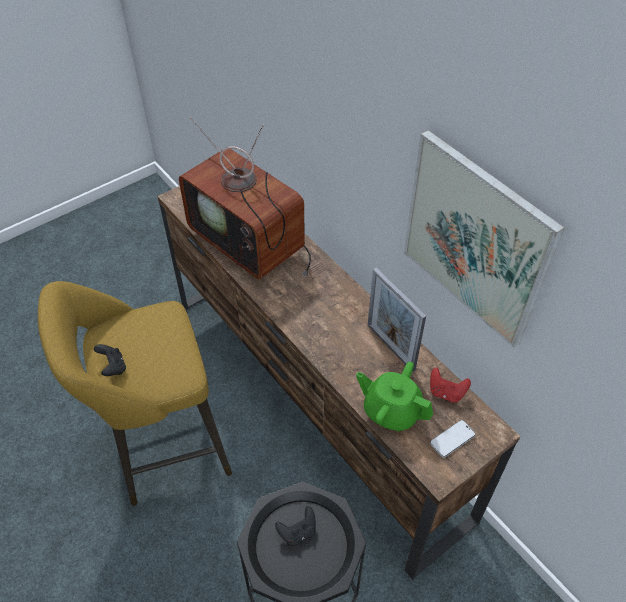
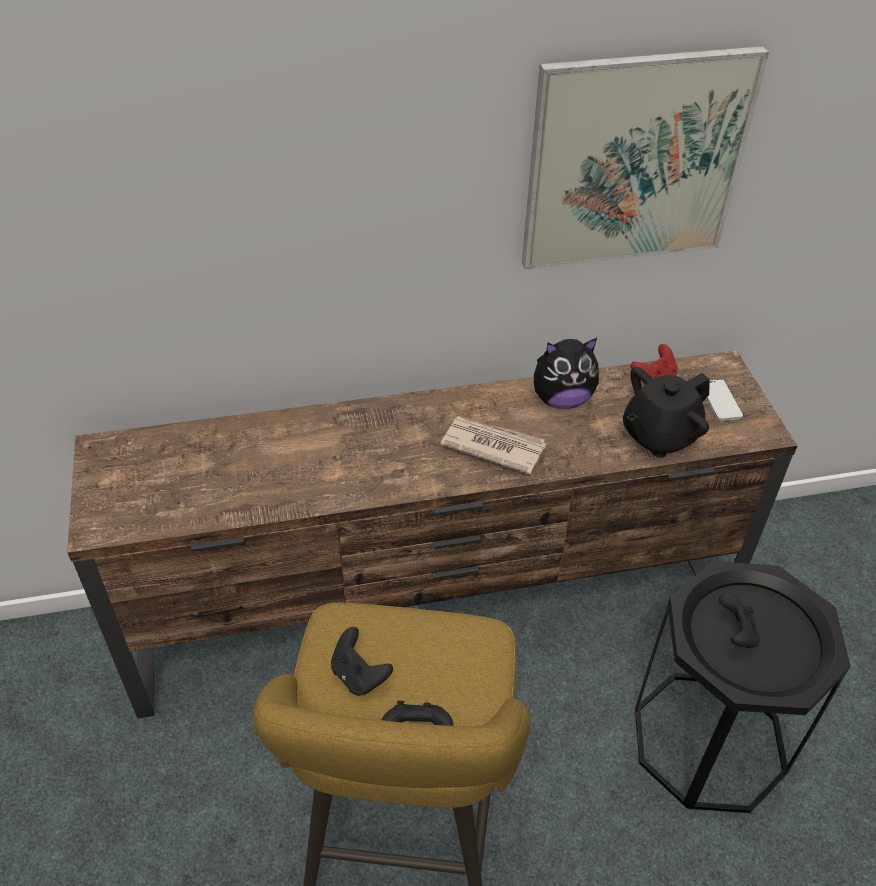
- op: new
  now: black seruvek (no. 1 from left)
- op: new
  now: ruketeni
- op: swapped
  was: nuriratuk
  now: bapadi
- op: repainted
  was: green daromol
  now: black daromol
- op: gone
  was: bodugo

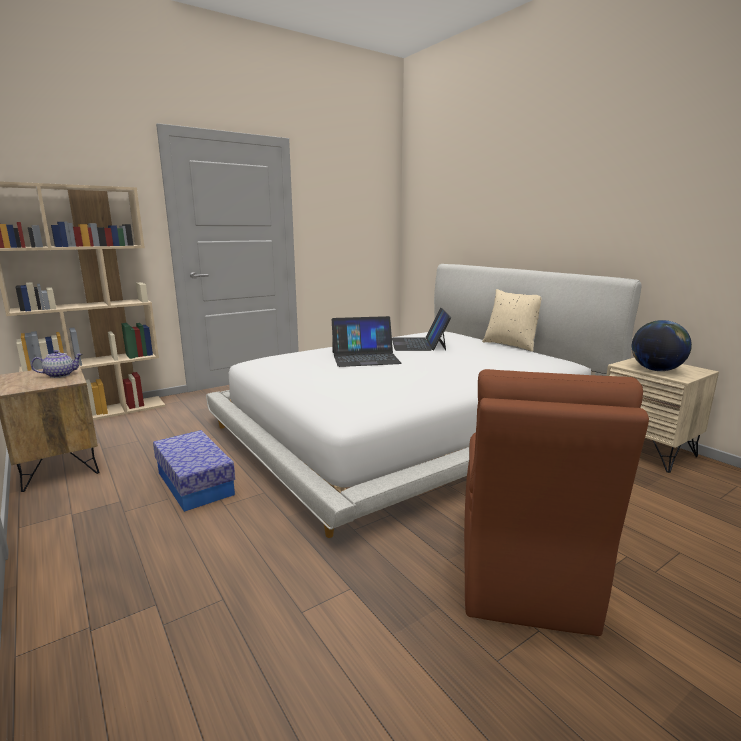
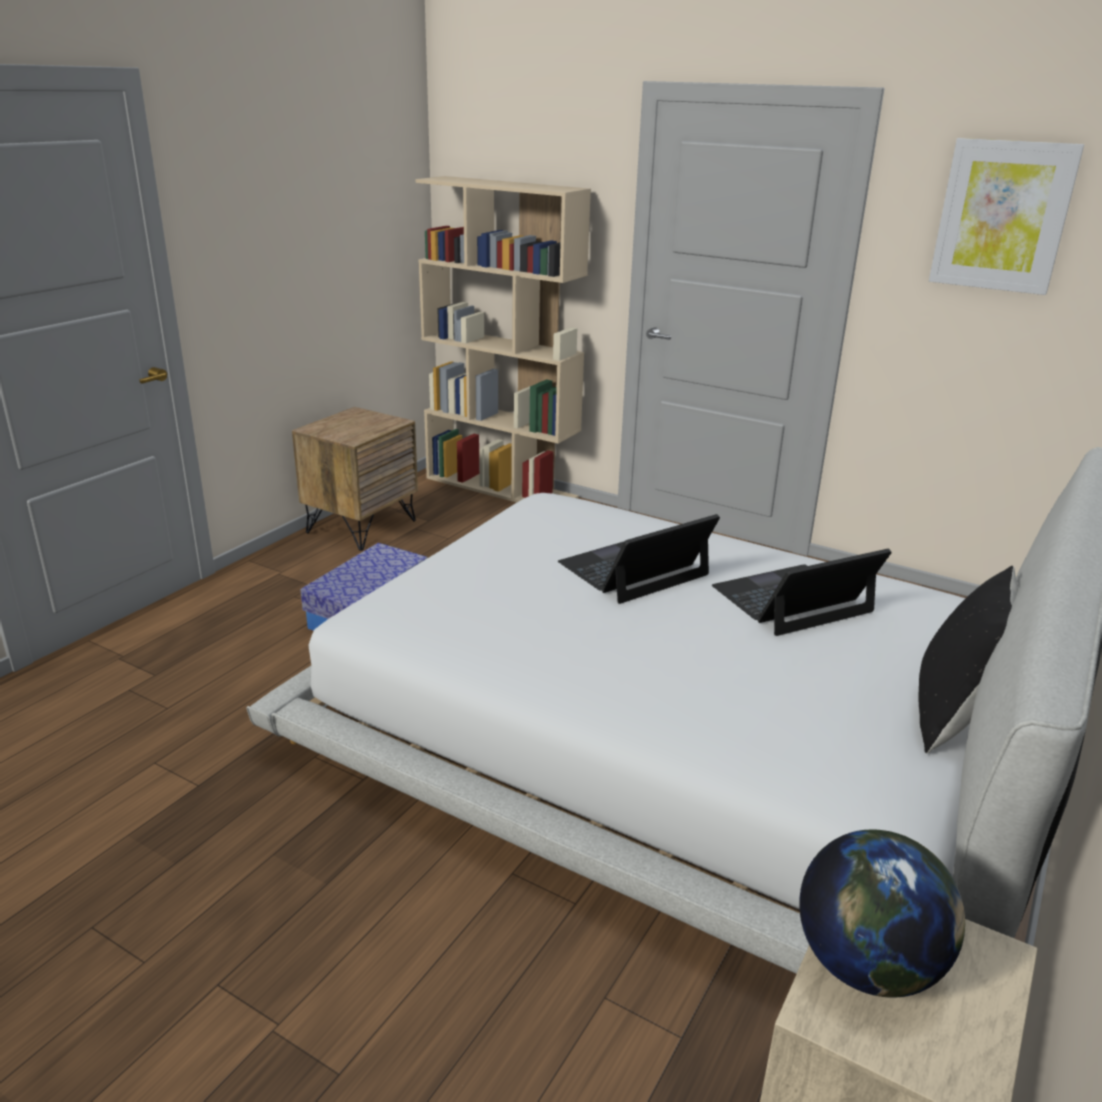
- op: rotated
  was: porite (no. 1 from left)
  clockwise: 90
- op: repainted
  was: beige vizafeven
  now: black vizafeven
- op: new
  now: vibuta
- op: gone
  was: daromol
- op: gone
  was: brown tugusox

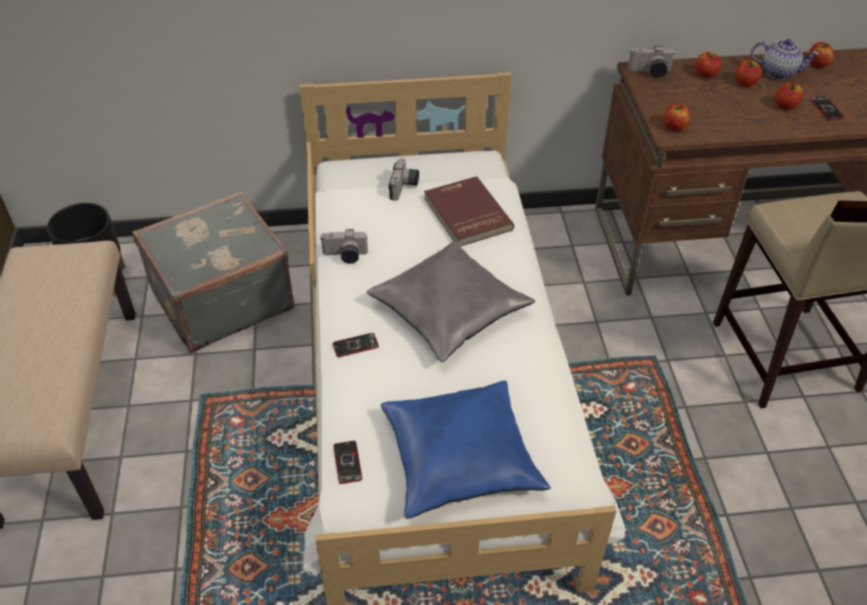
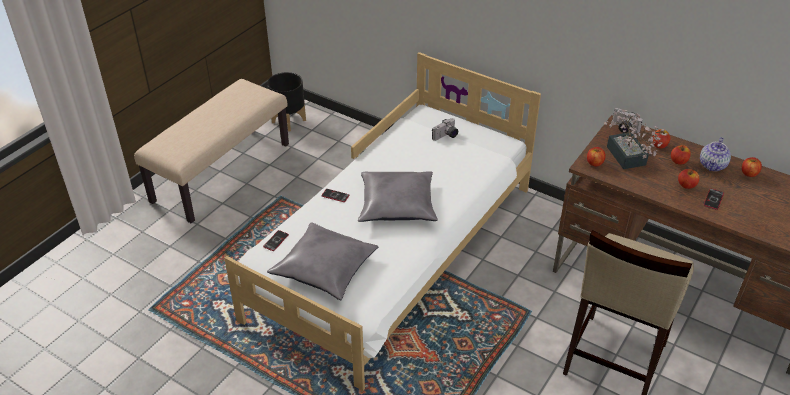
- op: repainted
  was: blue vizafeven
  now: grey vizafeven (no. 1 from left)
- op: new
  now: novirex
- op: rotated
  was: daromol
  clockwise: 60
- op: gone
  was: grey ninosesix
- op: gone
  was: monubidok (no. 1 from left)
- op: gone
  was: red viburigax

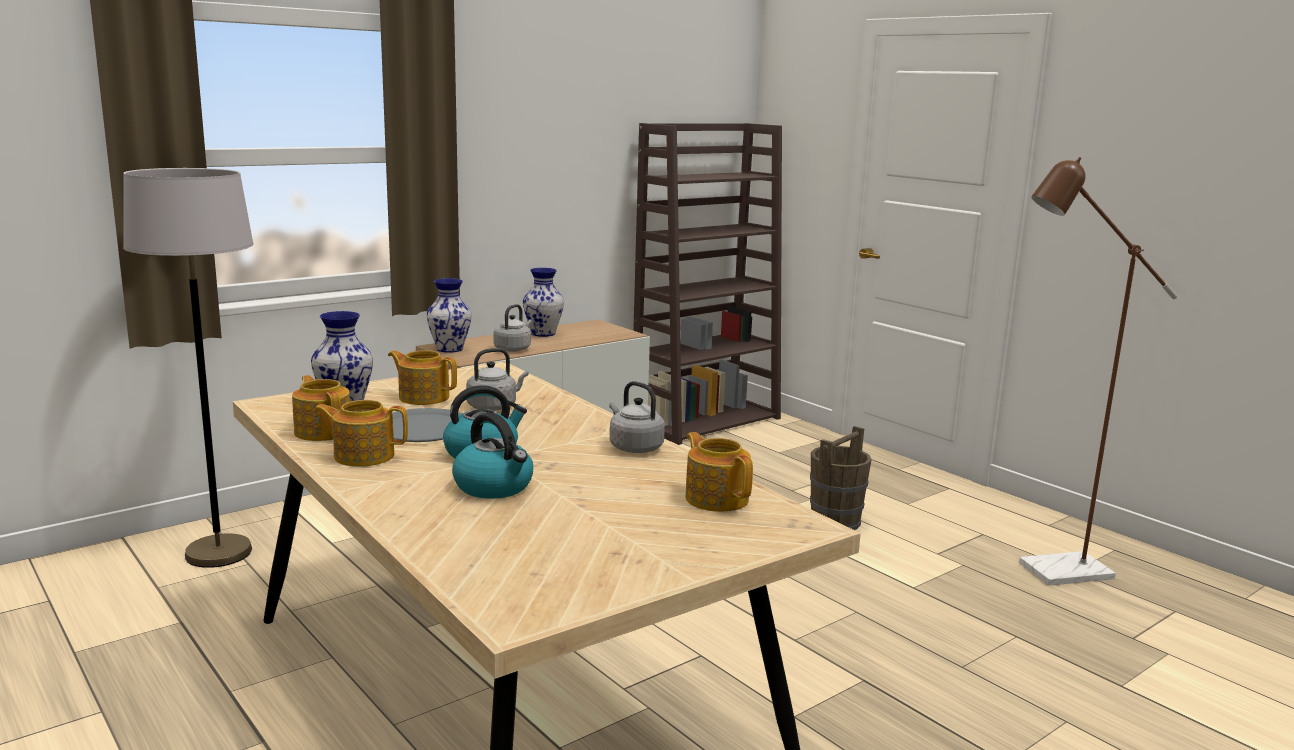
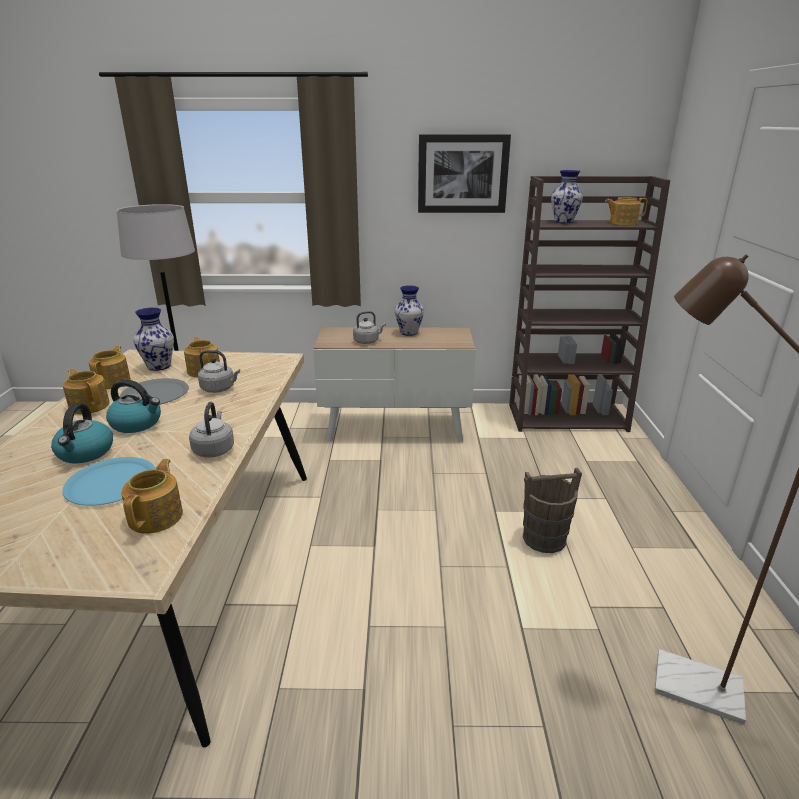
- op: new
  now: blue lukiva
- op: new
  now: vibuta
- op: shifted
  was: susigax (no. 2 from left in the first image)
  now: susigax (no. 3 from left)
- op: new
  now: daromol (no. 5 from left)

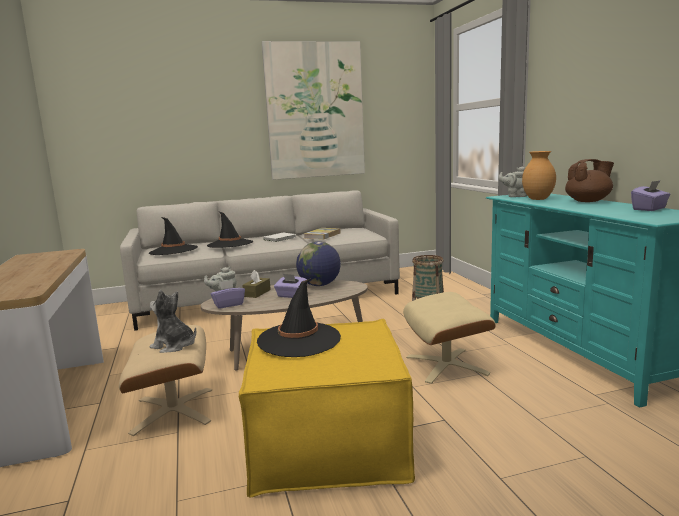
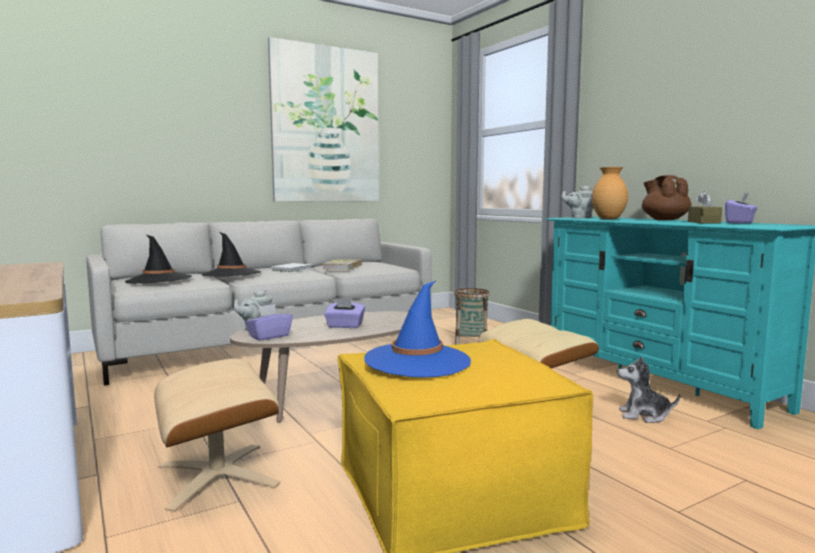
- op: repainted
  was: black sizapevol (no. 3 from left)
  now: blue sizapevol
- op: shifted
  was: bapadi
- op: rotated
  was: brown daromol
  clockwise: -75
- op: shifted
  was: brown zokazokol
- op: gone
  was: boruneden

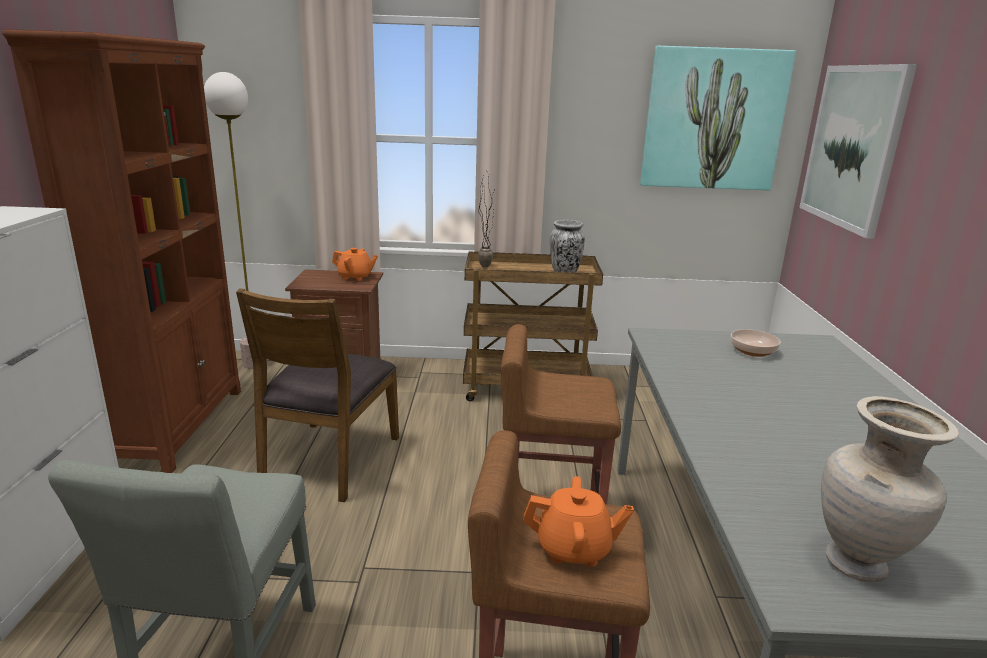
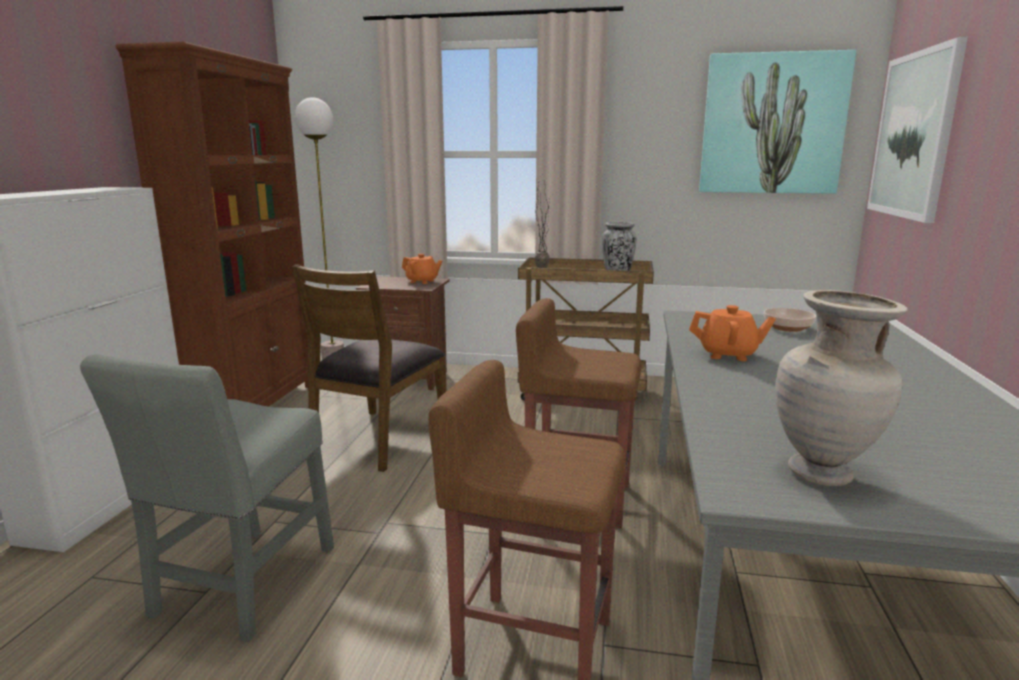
- op: shifted
  was: orange daromol (no. 2 from left)

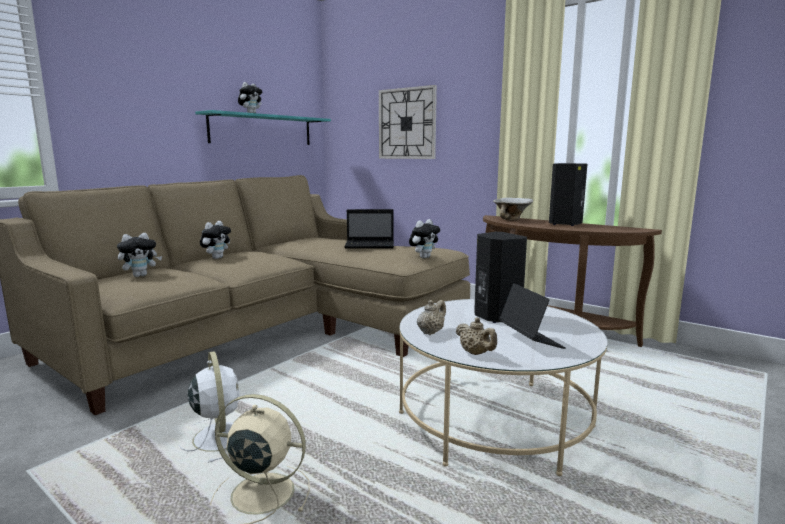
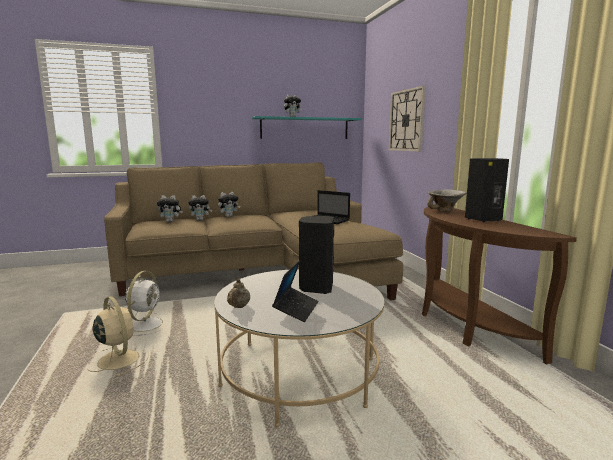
- op: shifted
  was: bapadi (no. 4 from left in the first image)
  now: bapadi (no. 2 from left)
- op: gone
  was: beige daromol (no. 1 from left)

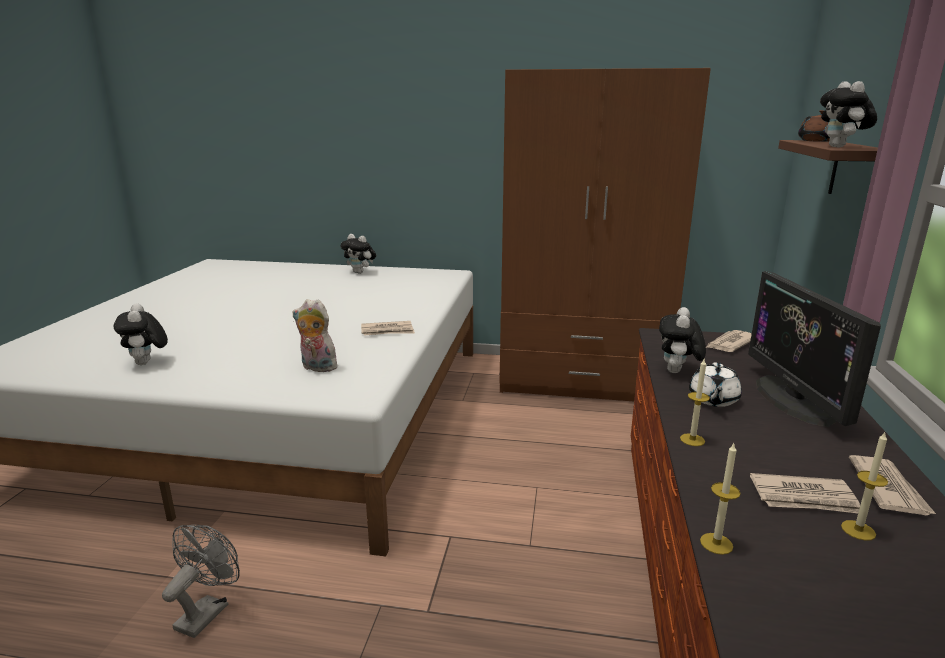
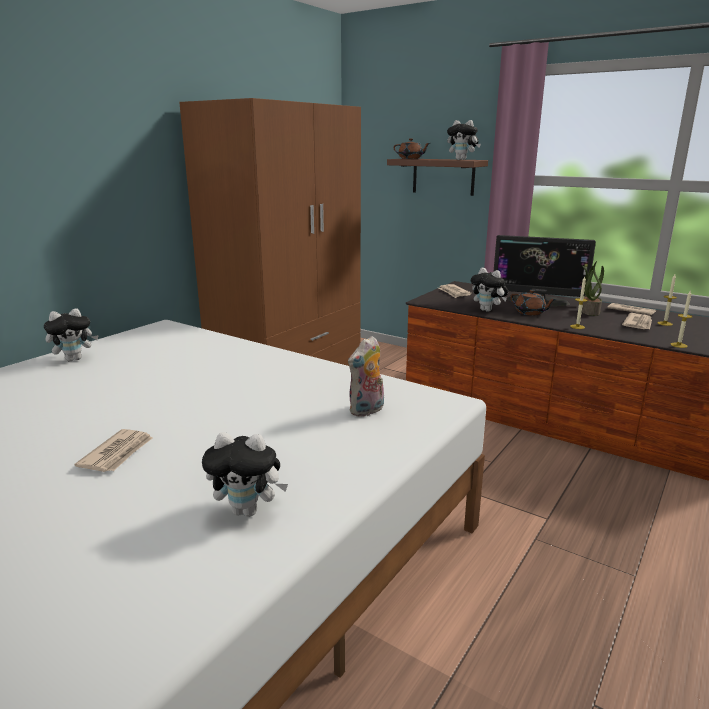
- op: shifted
  was: ruketeni (no. 1 from left)
- op: repainted
  was: white daromol
  now: brown daromol (no. 2 from left)
- op: new
  now: novirex
- op: gone
  was: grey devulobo

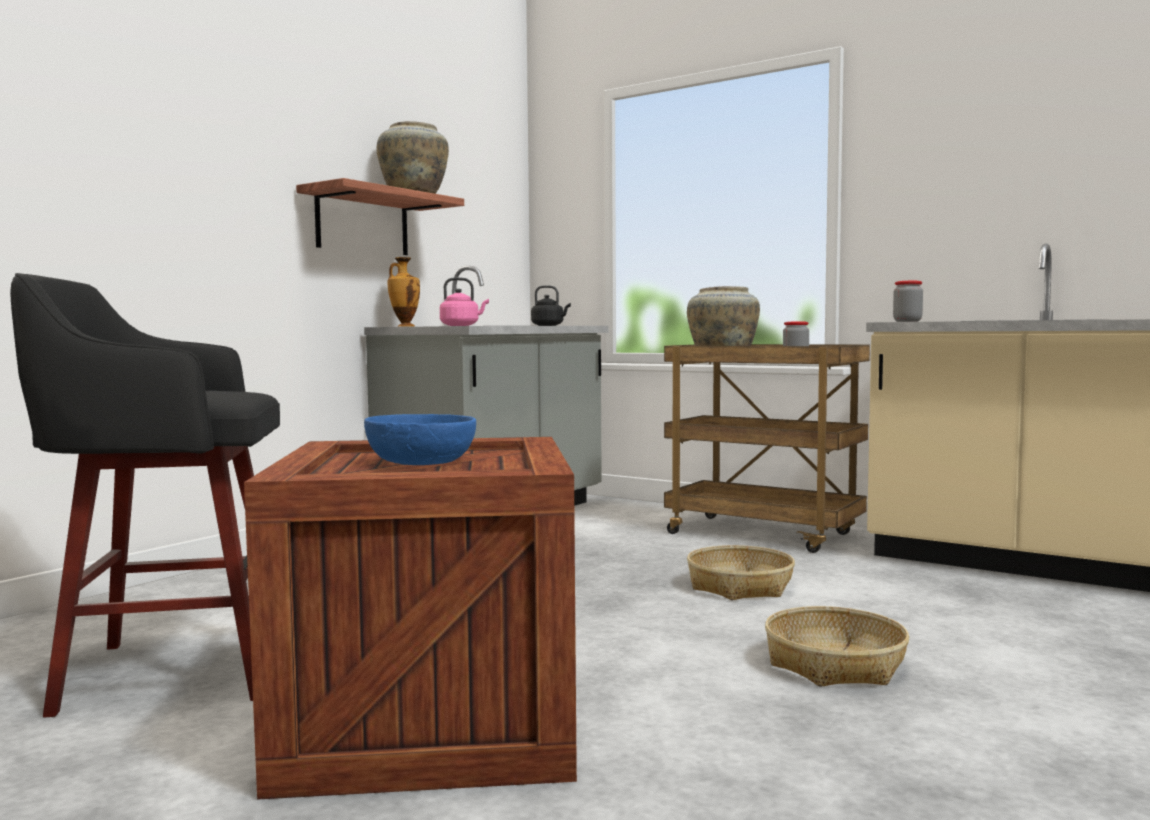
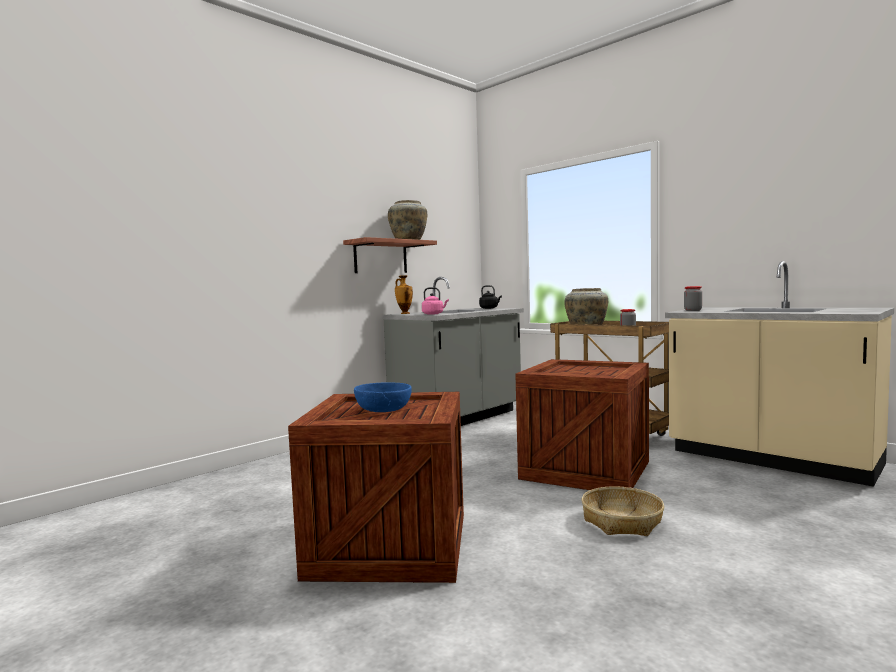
- op: swapped
  was: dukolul (no. 1 from left)
  now: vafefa (no. 2 from left)
- op: gone
  was: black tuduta

